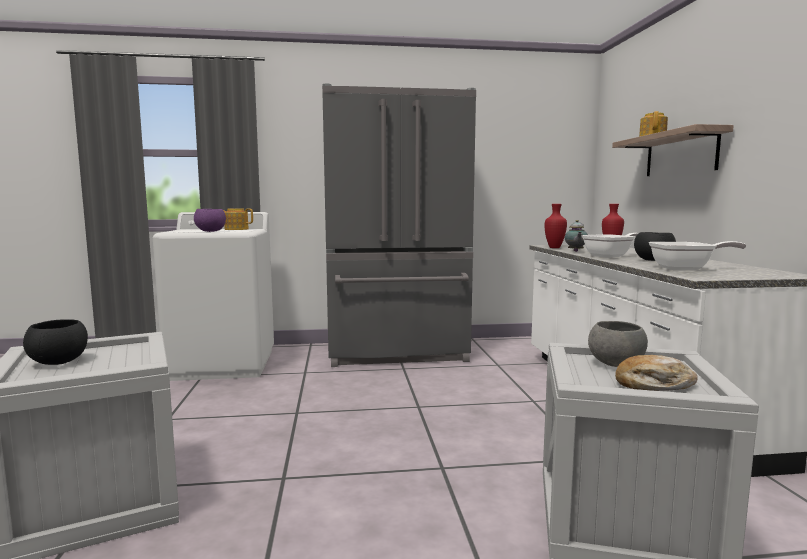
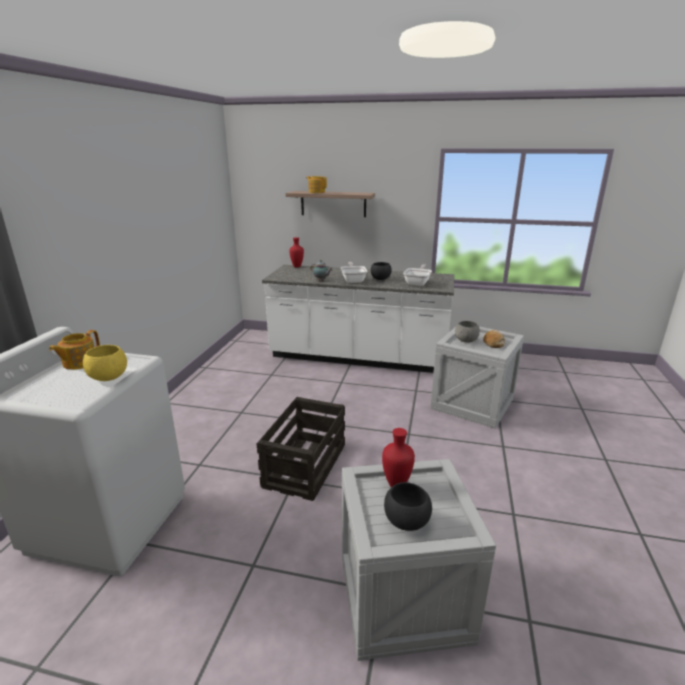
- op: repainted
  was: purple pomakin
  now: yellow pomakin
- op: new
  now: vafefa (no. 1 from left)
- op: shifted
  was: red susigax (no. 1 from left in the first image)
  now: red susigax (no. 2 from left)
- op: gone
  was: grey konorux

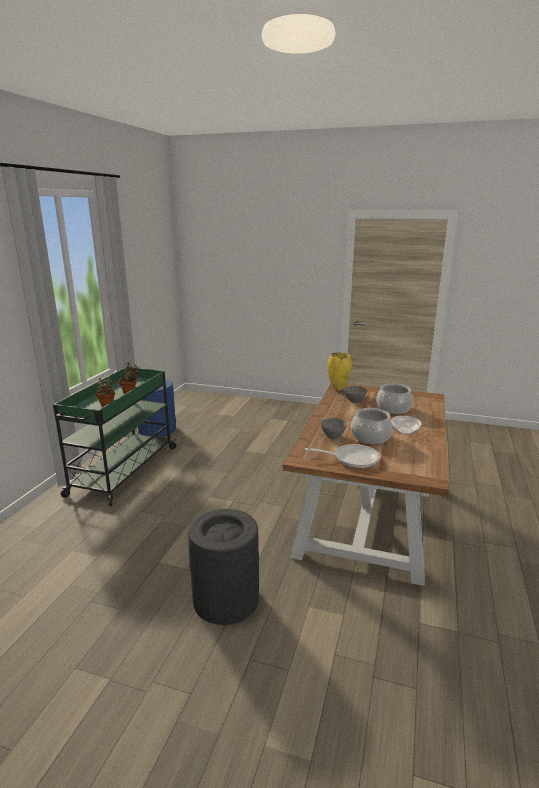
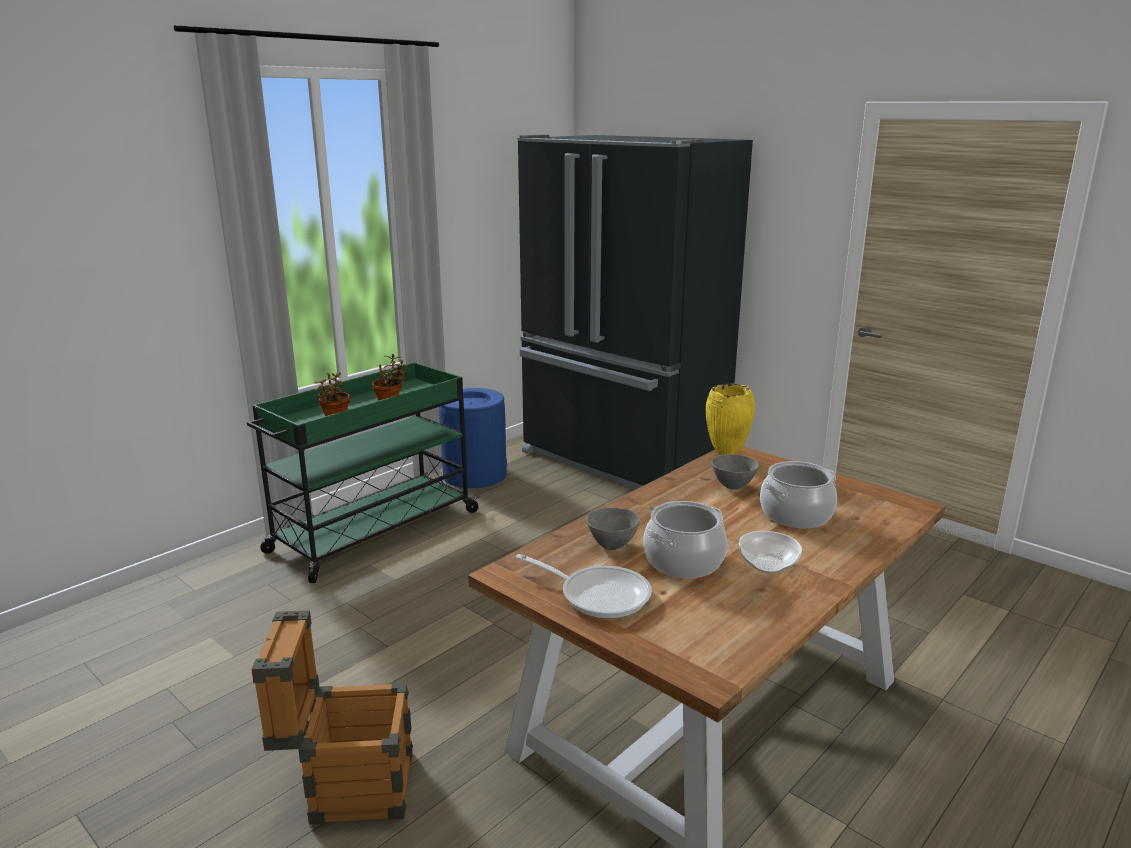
- op: swapped
  was: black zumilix
  now: vafefa
- op: new
  now: black konorux

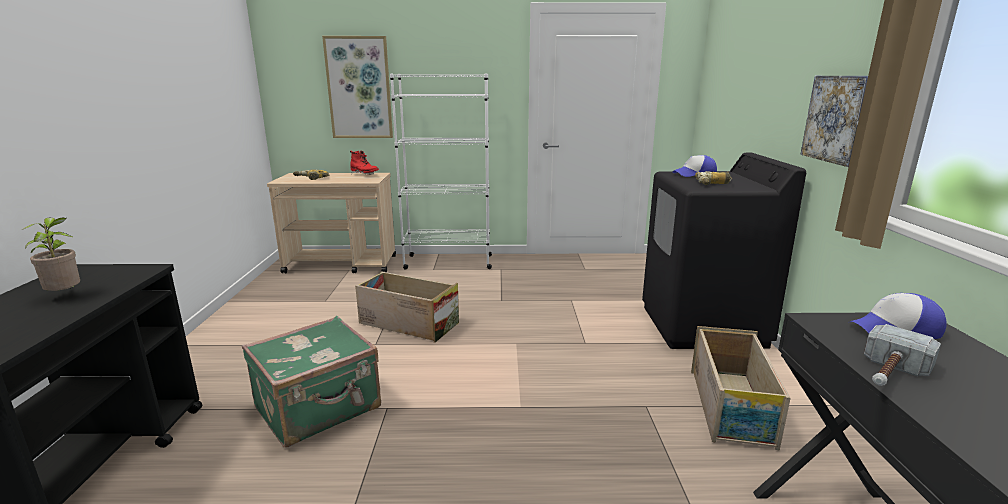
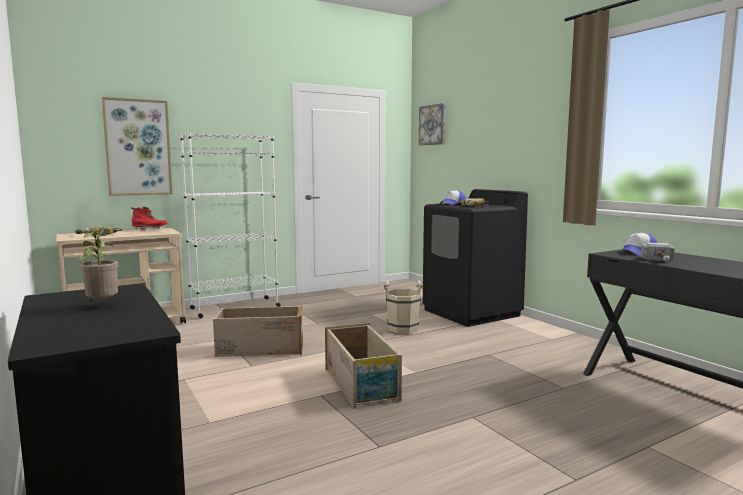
- op: shifted
  was: vafefa (no. 2 from left)
- op: new
  now: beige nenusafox
- op: shifted
  was: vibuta (no. 2 from left)
- op: gone
  was: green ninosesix

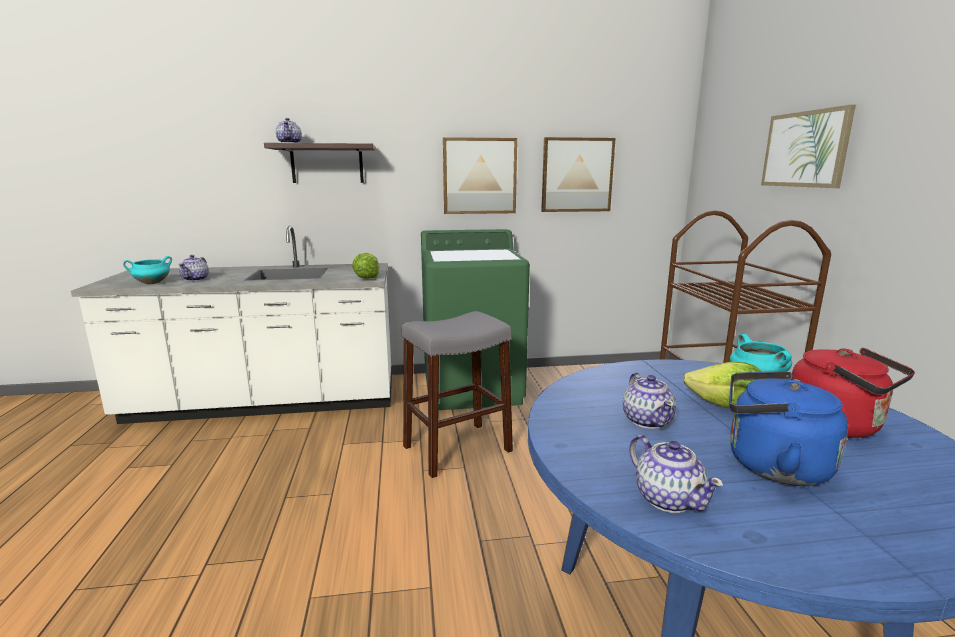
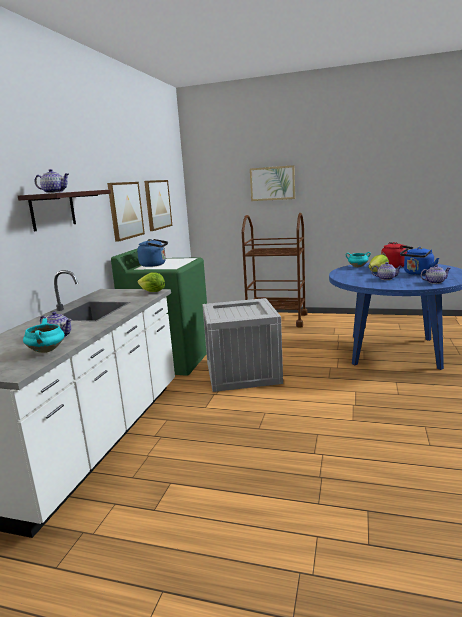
- op: new
  now: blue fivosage (no. 1 from left)
- op: swapped
  was: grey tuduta
  now: vafefa

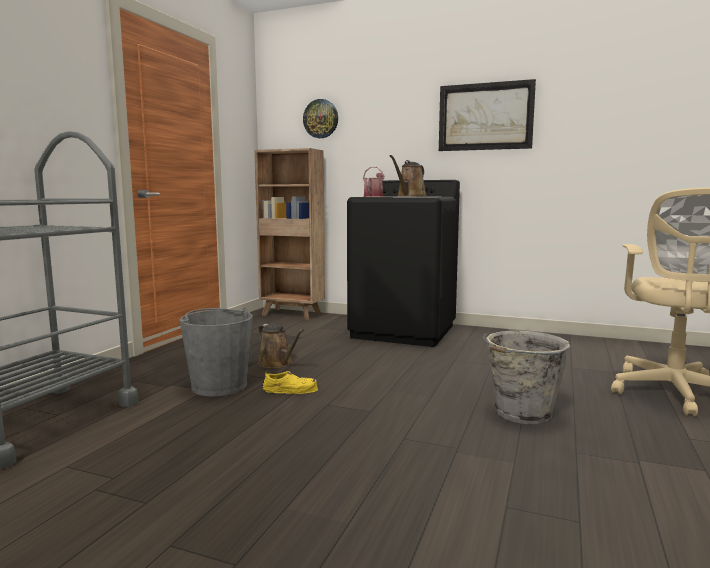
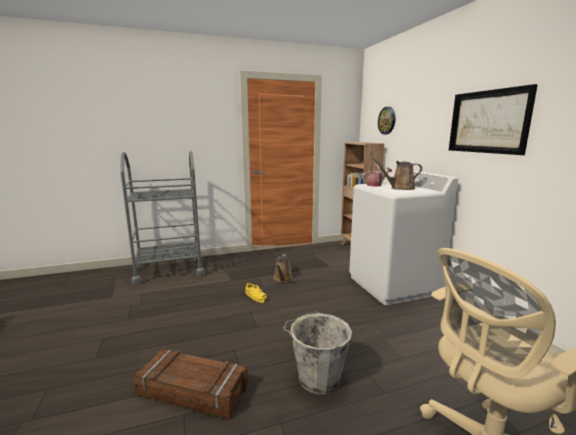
- op: new
  now: vafefa
- op: repainted
  was: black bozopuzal
  now: white bozopuzal
- op: gone
  was: grey nenusafox (no. 1 from left)

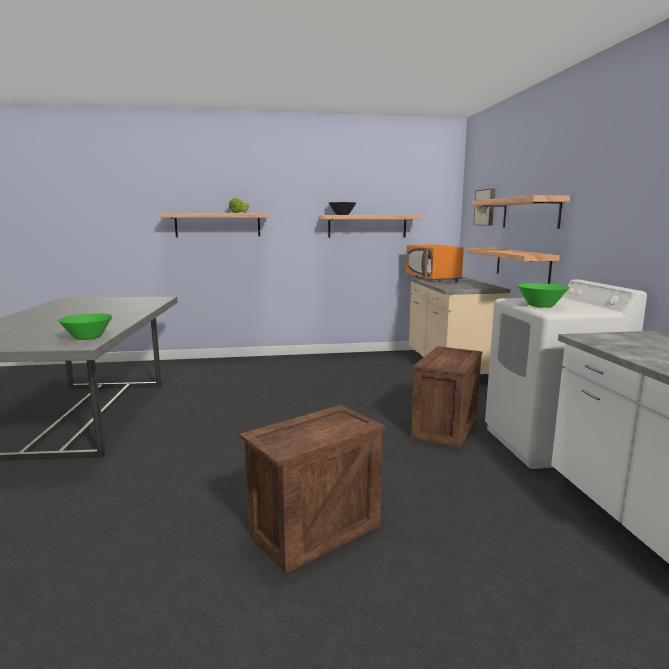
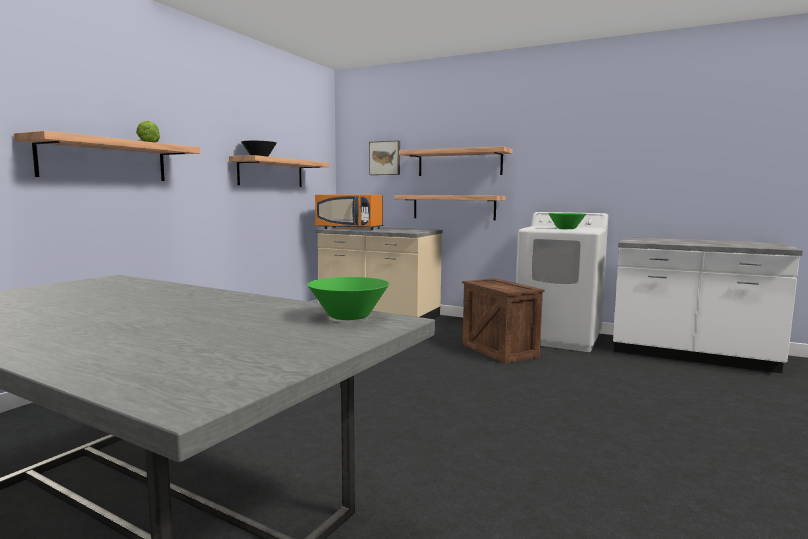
- op: gone
  was: vafefa (no. 1 from left)

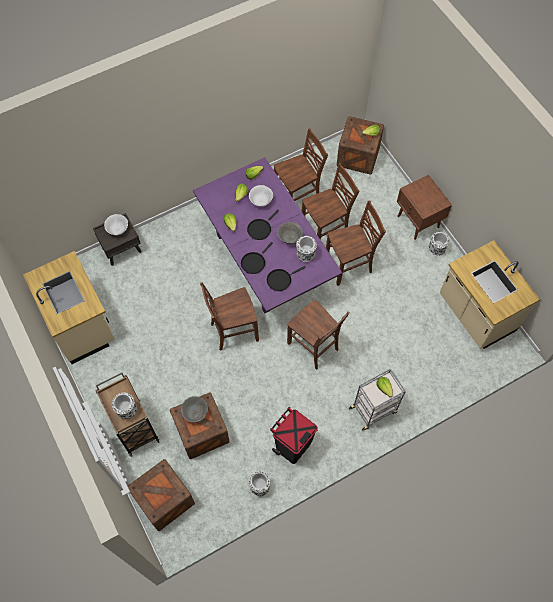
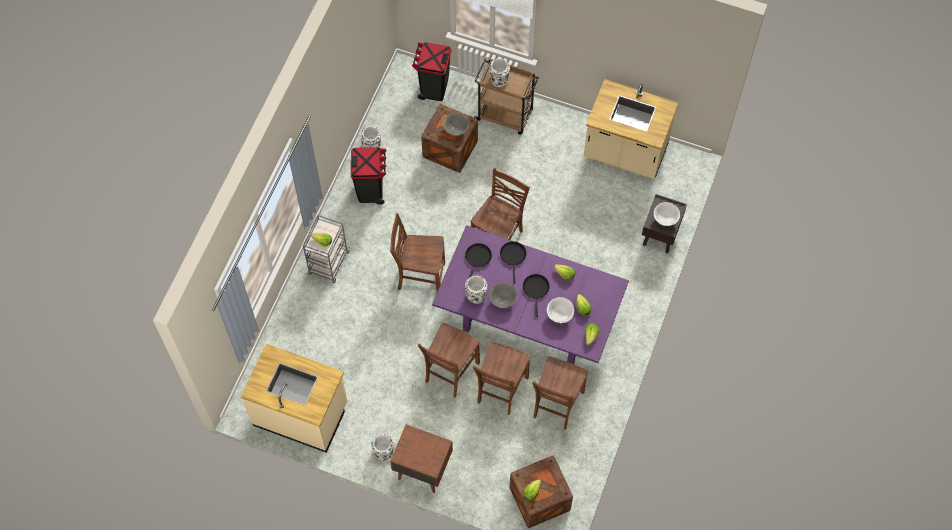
- op: swapped
  was: vafefa (no. 1 from left)
  now: black zumilix (no. 2 from left)

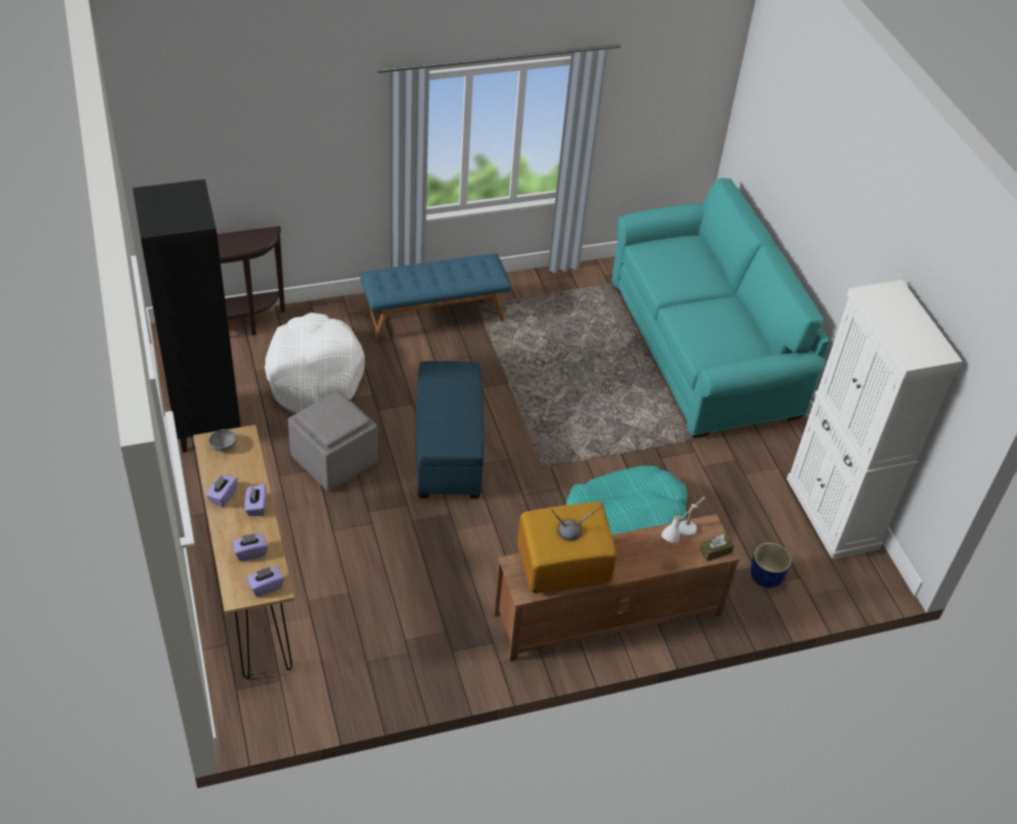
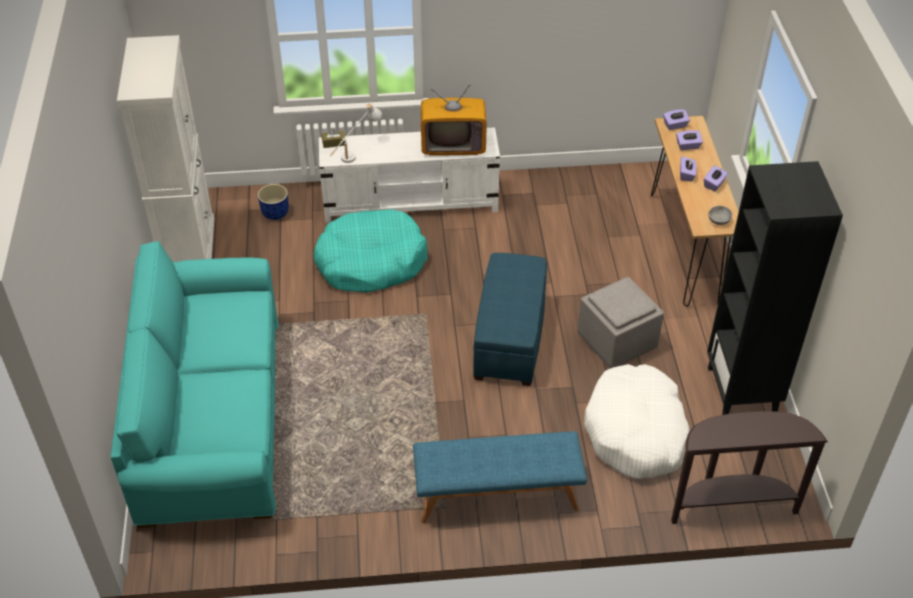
- op: repainted
  was: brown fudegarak
  now: white fudegarak

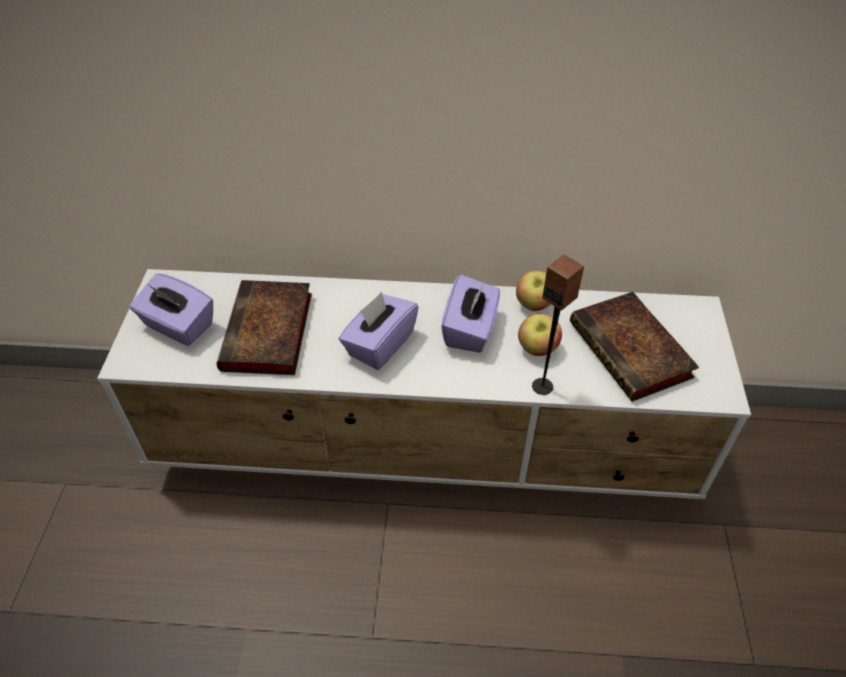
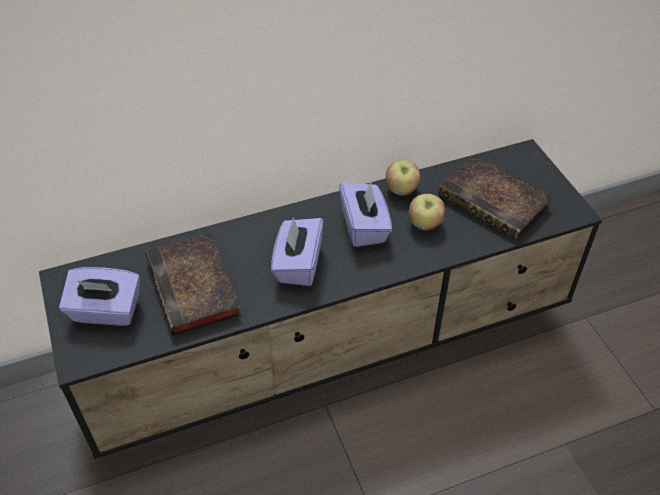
- op: repainted
  was: white fudegarak
  now: black fudegarak
- op: gone
  was: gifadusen

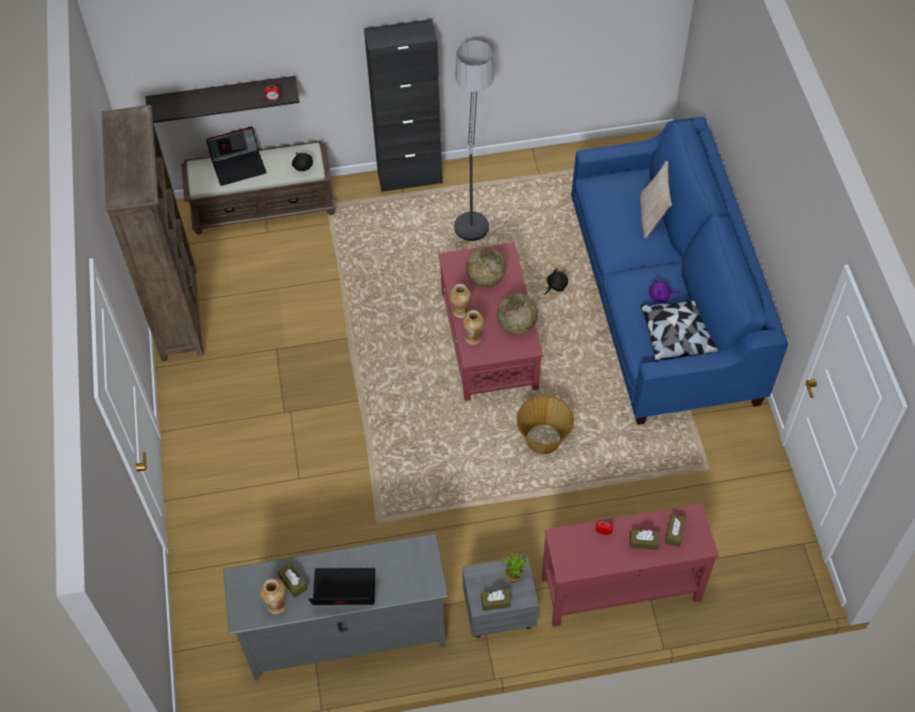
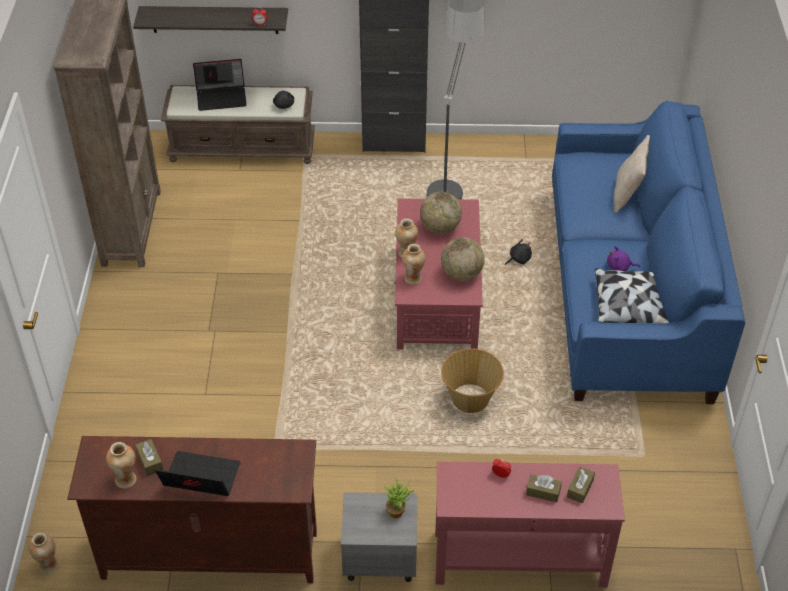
- op: new
  now: susigax (no. 1 from left)
- op: repainted
  was: grey fudegarak
  now: brown fudegarak
- op: gone
  was: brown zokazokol (no. 2 from left)

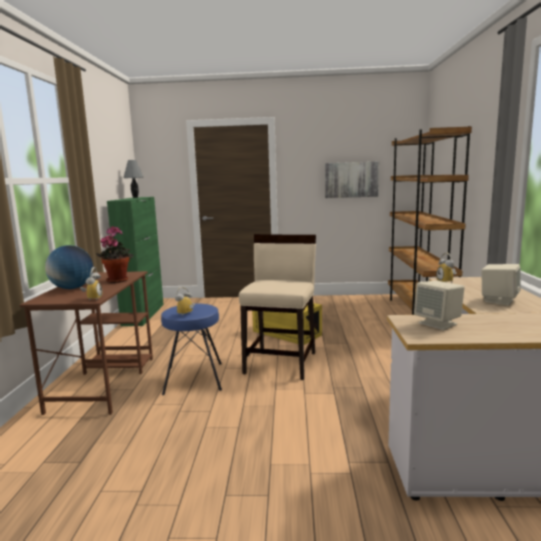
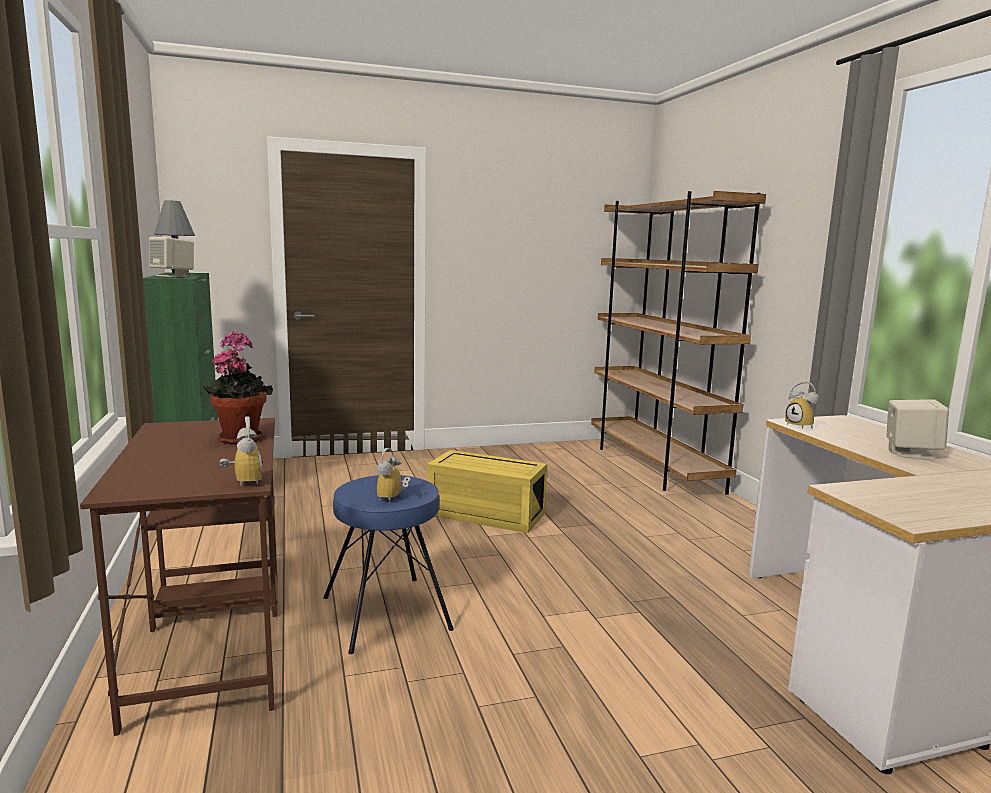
- op: shifted
  was: beige gifadusen (no. 1 from left)
- op: gone
  was: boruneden
- op: gone
  was: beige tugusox
- op: gone
  was: vibuta

